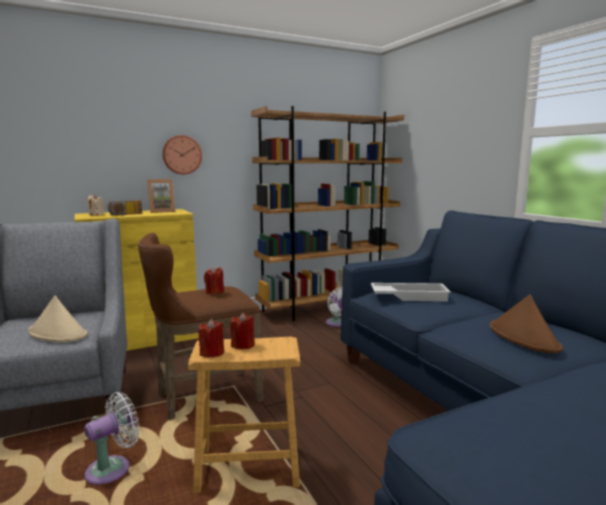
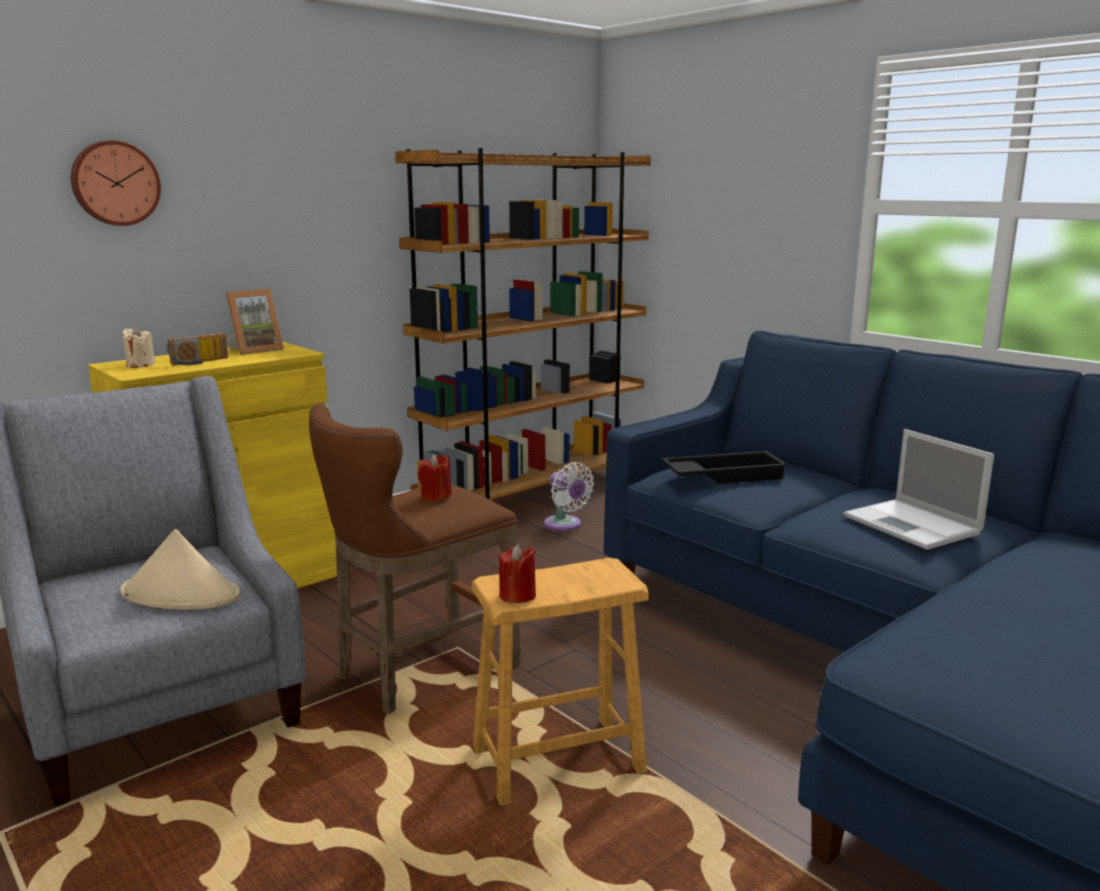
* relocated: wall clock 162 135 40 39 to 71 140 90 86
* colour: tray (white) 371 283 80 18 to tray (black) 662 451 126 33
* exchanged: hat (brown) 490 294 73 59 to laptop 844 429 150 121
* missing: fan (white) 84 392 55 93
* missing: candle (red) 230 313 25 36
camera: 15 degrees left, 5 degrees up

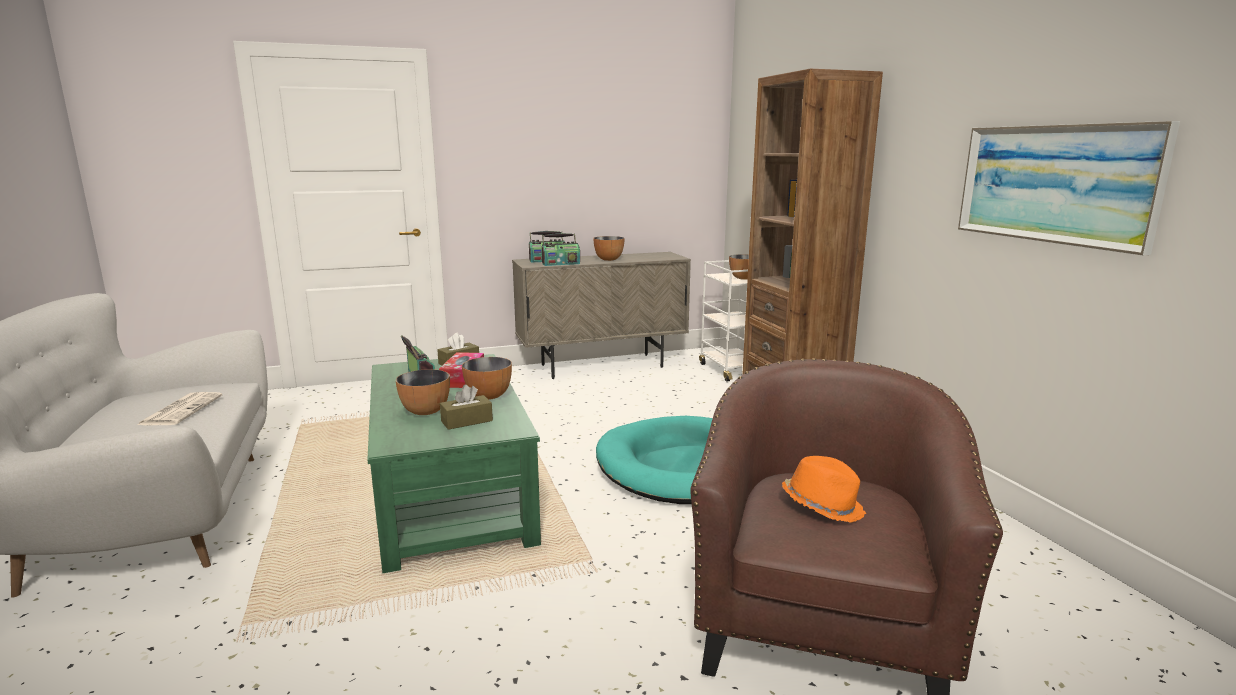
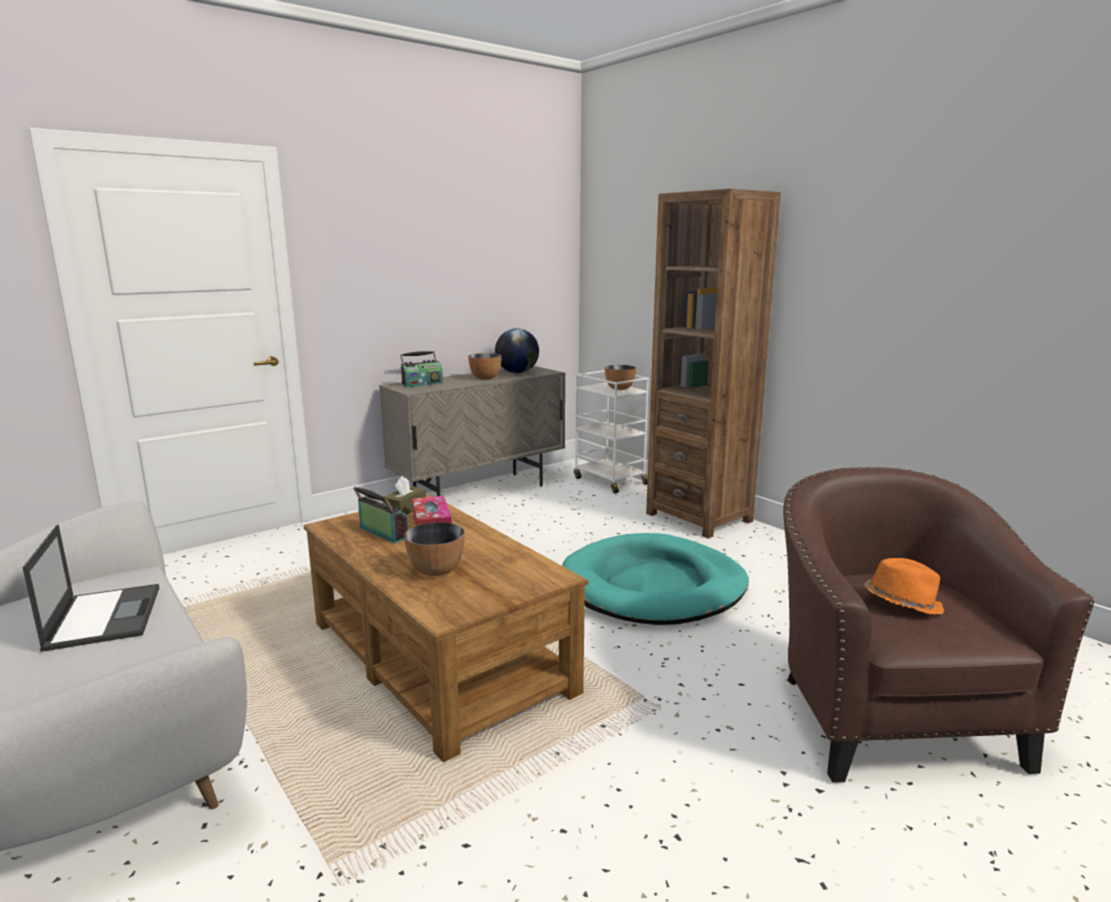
* exchanged: newspaper 138 392 84 33 to laptop 23 524 136 128
* colour: coffee table (green) 367 354 174 219 to coffee table (brown) 304 495 284 267
* appeared: globe 495 329 44 44
* missing: tissue box (brown) 440 385 53 45
* missing: bowl 462 357 50 43
* missing: radio 542 233 38 33
* missing: picture 958 121 222 134
camera: 20 degrees left, 0 degrees up

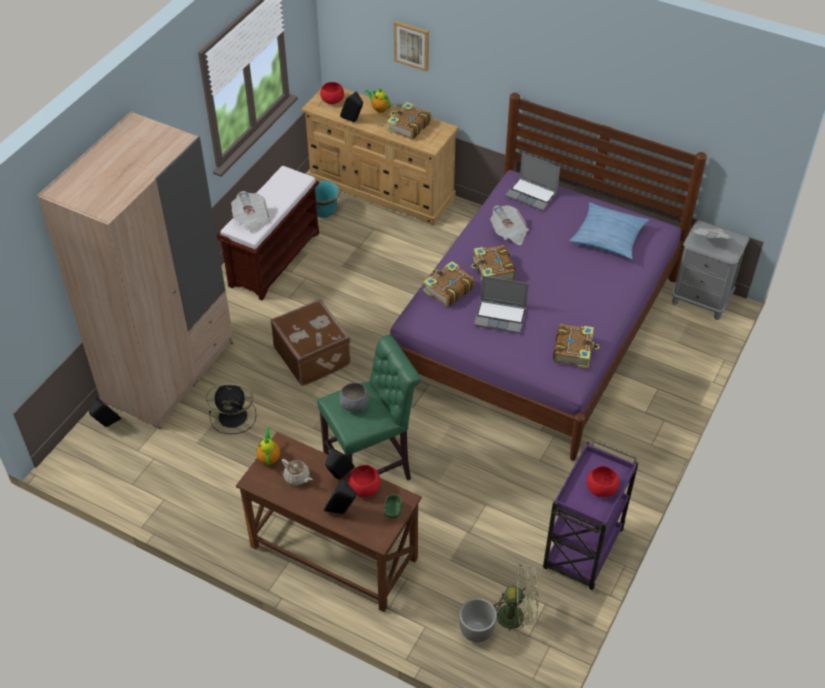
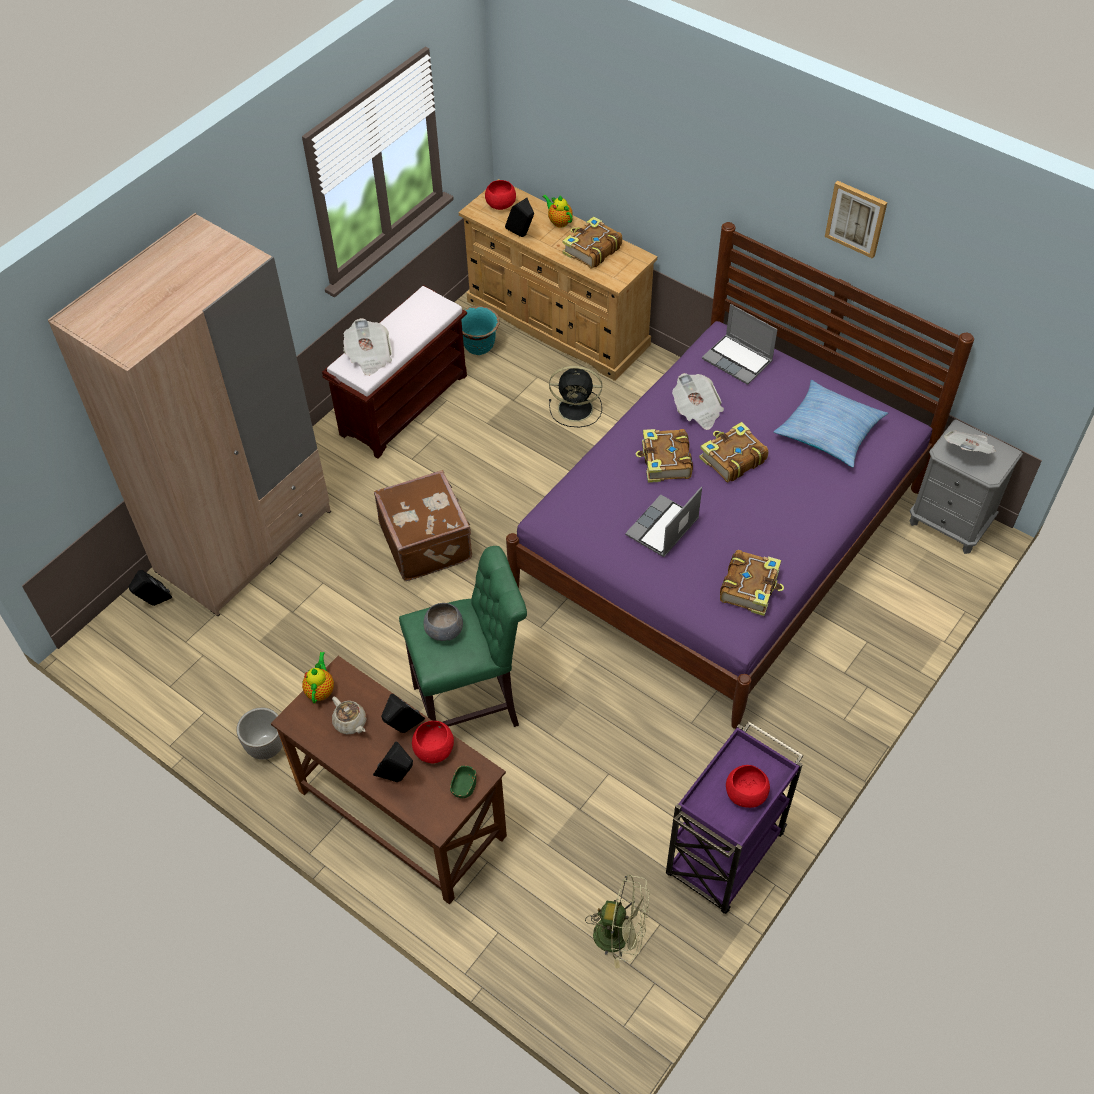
* relocated: planter 459 598 38 44 to 236 707 47 53
* relocated: fan (black) 206 383 50 51 to 549 366 53 61
* spun: laptop 474 276 55 58 = 625 487 77 70 105 degrees clockwise
* relocated: book 423 261 52 46 to 699 422 70 60
* relocated: picture 394 21 35 51 to 825 181 63 77
camera: 10 degrees right, 5 degrees up

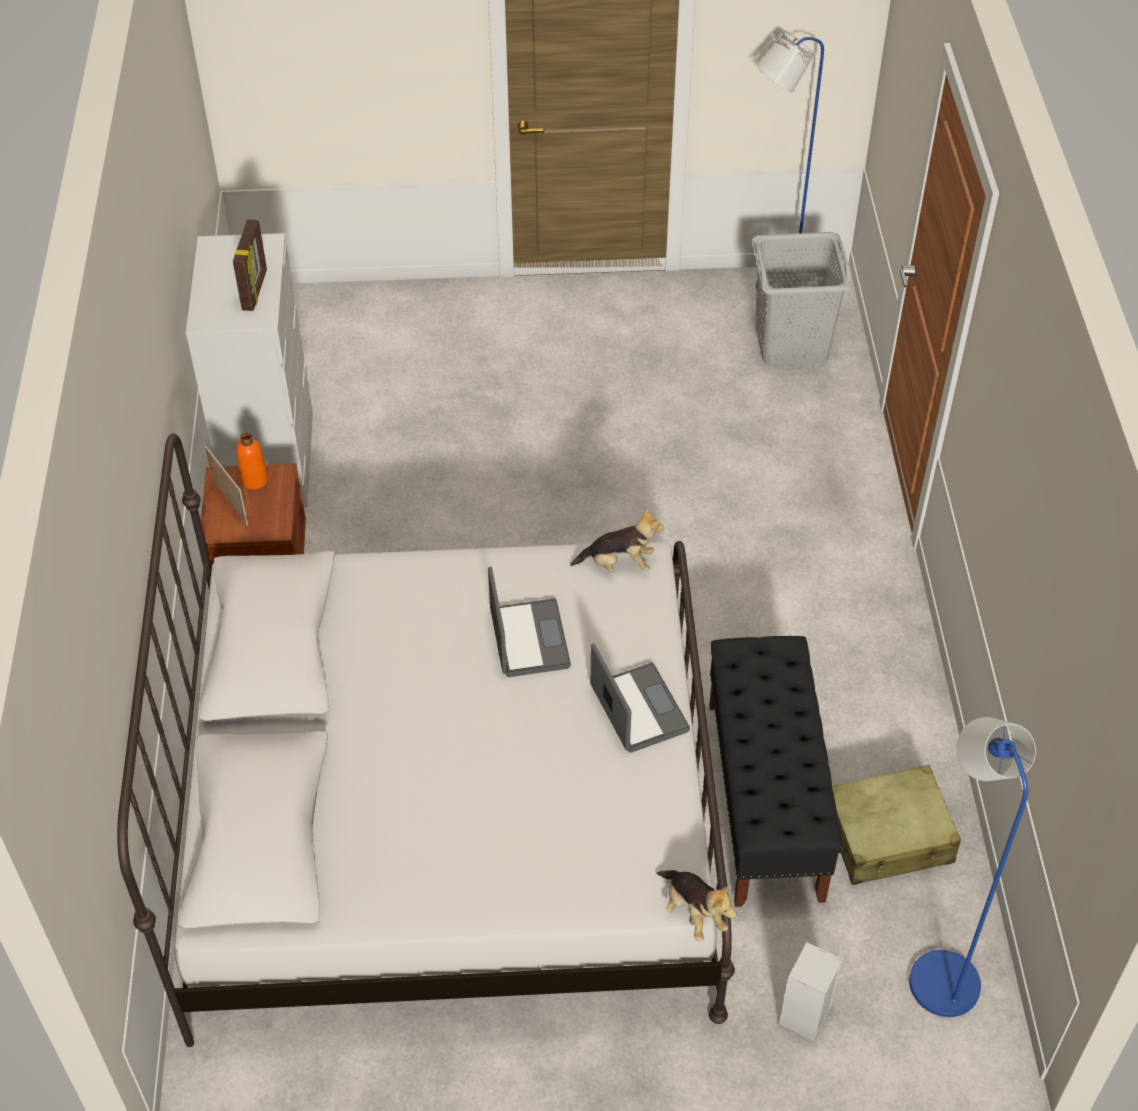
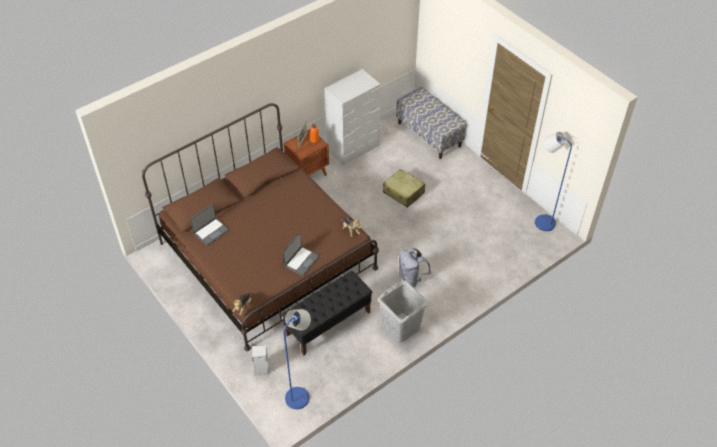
* colour: bed (white) 117 433 618 614 to bed (brown) 142 103 237 248
* relocated: laptop 488 567 83 110 to 190 204 40 42
* relocated: laundry basket (grey) 752 232 101 134 to 378 281 51 62
* relocated: suitcase (beige) 832 765 129 120 to 383 169 42 39
* appeared: bench 396 87 71 72
* appeared: backpack (grey) 399 248 32 39
* missing: picture frame 233 219 34 92
camera: 55 degrees right, 0 degrees up

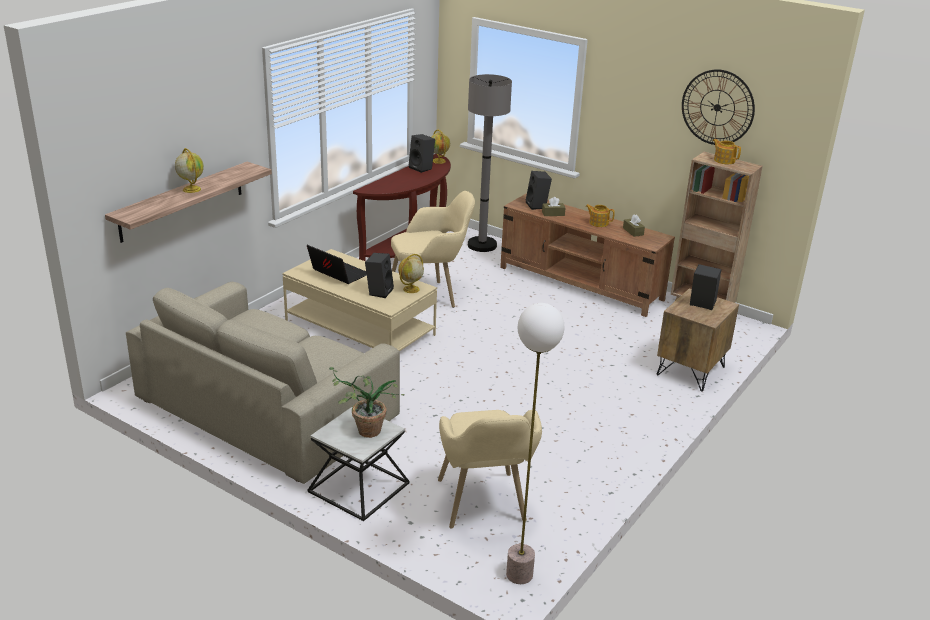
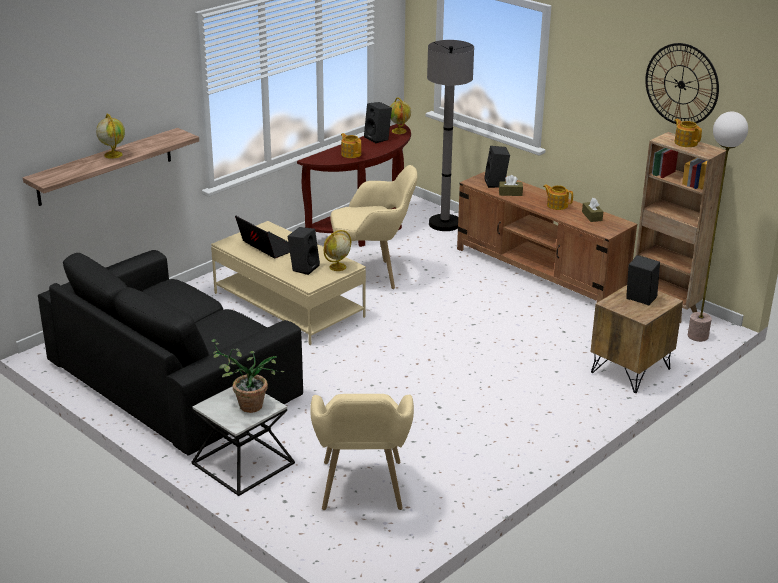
* colour: sofa (beige) 126 282 274 202 to sofa (black) 38 250 265 205
* appeared: teapot 341 133 20 25
* relocated: floor lamp 506 303 58 281 to 688 111 60 231
camera: 10 degrees right, 0 degrees up

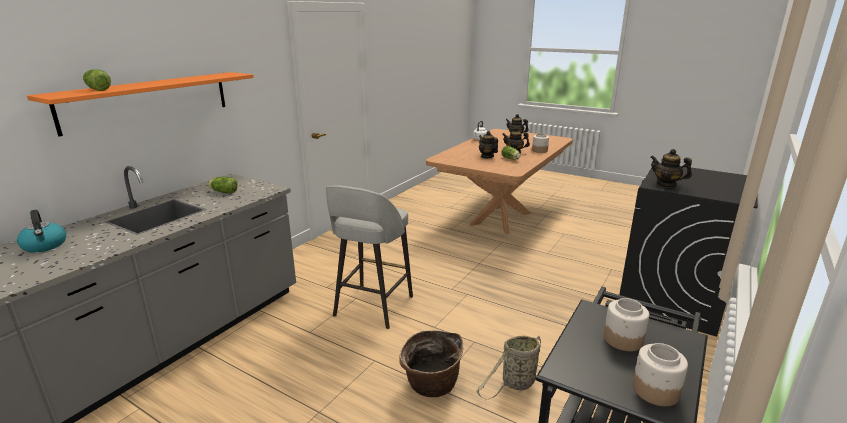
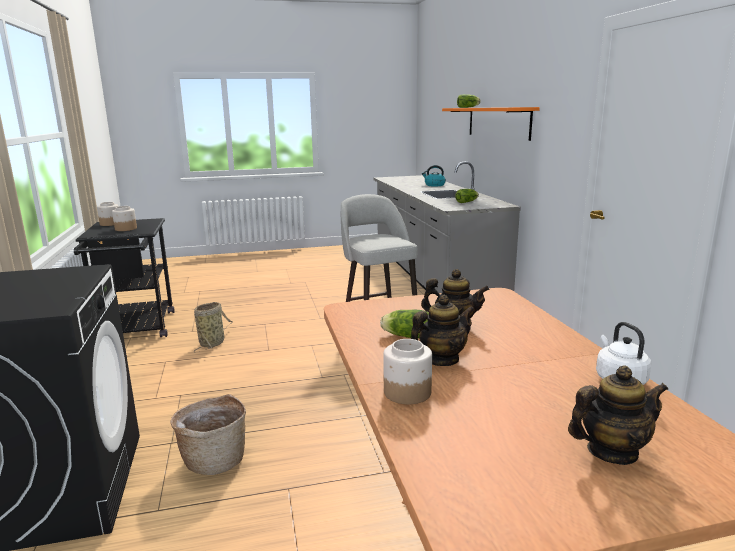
* relocated: basket 399 330 64 67 to 170 394 76 81
* missing: teapot 650 149 42 39
camera: 135 degrees right, 5 degrees down

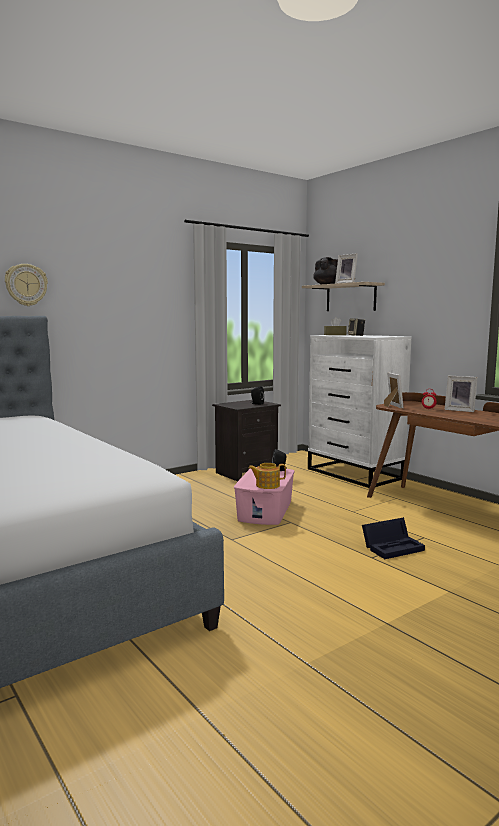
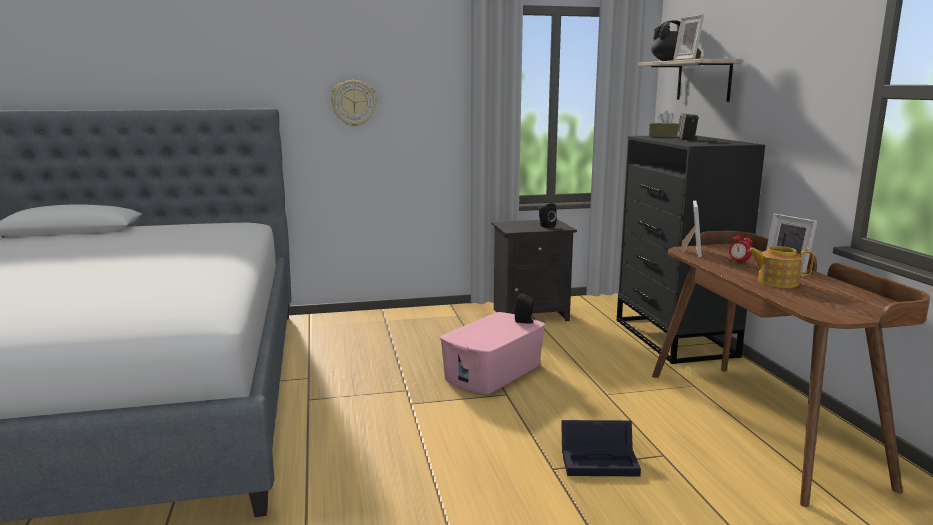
* relocated: wall clock 5 264 43 42 to 331 80 46 47
* colour: dresser (white) 308 334 103 154 to dresser (black) 617 135 148 229
* relocated: teapot 248 463 38 26 to 747 246 67 42
camera: 25 degrees right, 5 degrees up

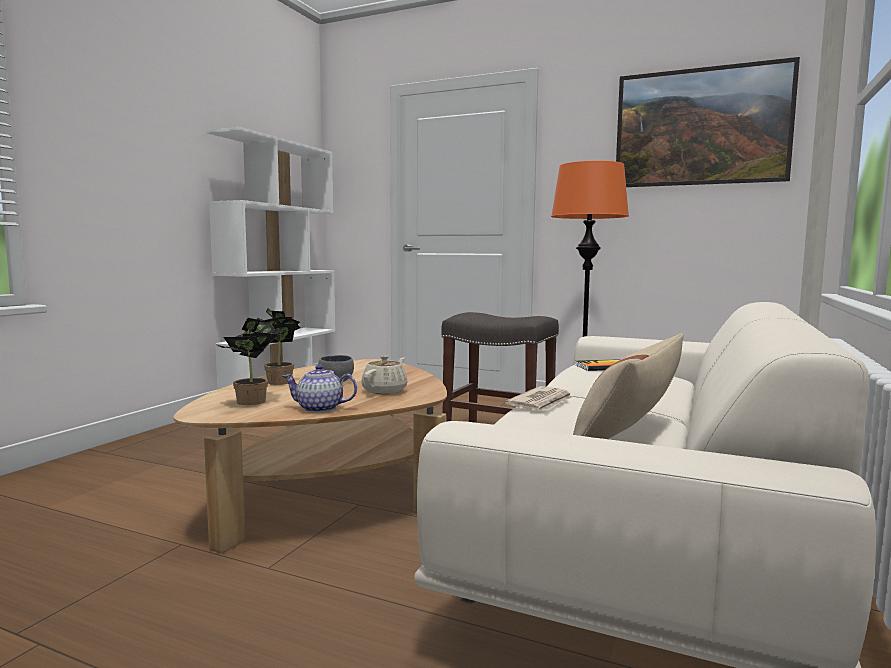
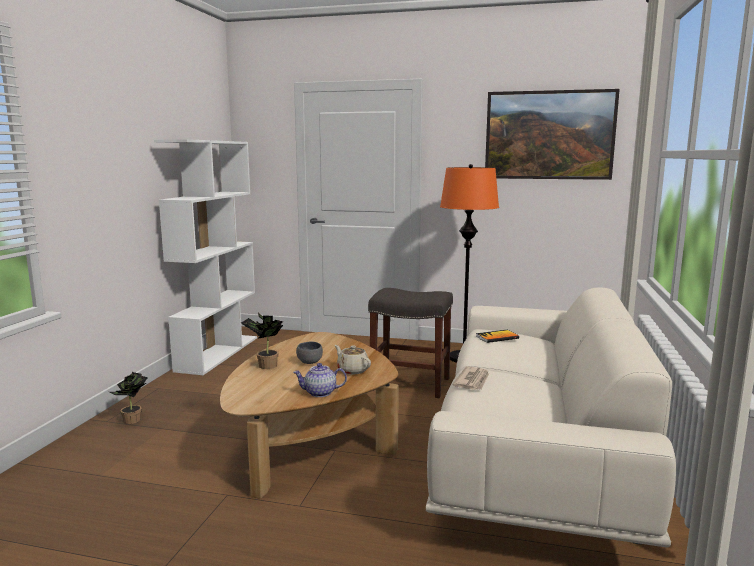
* relocated: potted plant 217 318 65 87 to 110 372 38 52
* spun: teapot (beige) 362 356 46 38 = 335 345 36 30 60 degrees counterclockwise
* missing: pillow (beige) 573 333 111 106
camera: 10 degrees left, 5 degrees up

